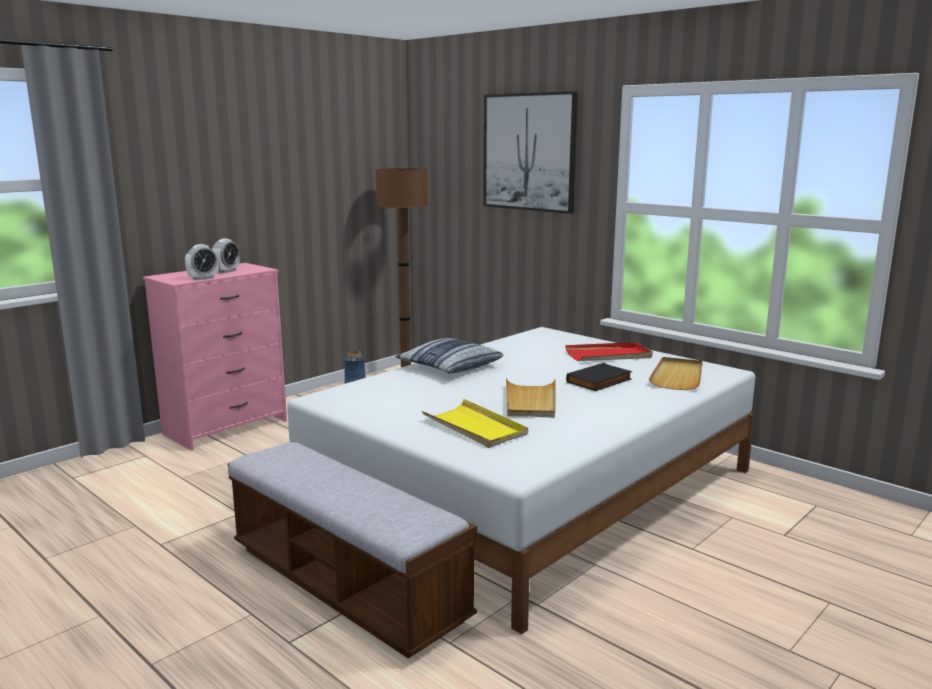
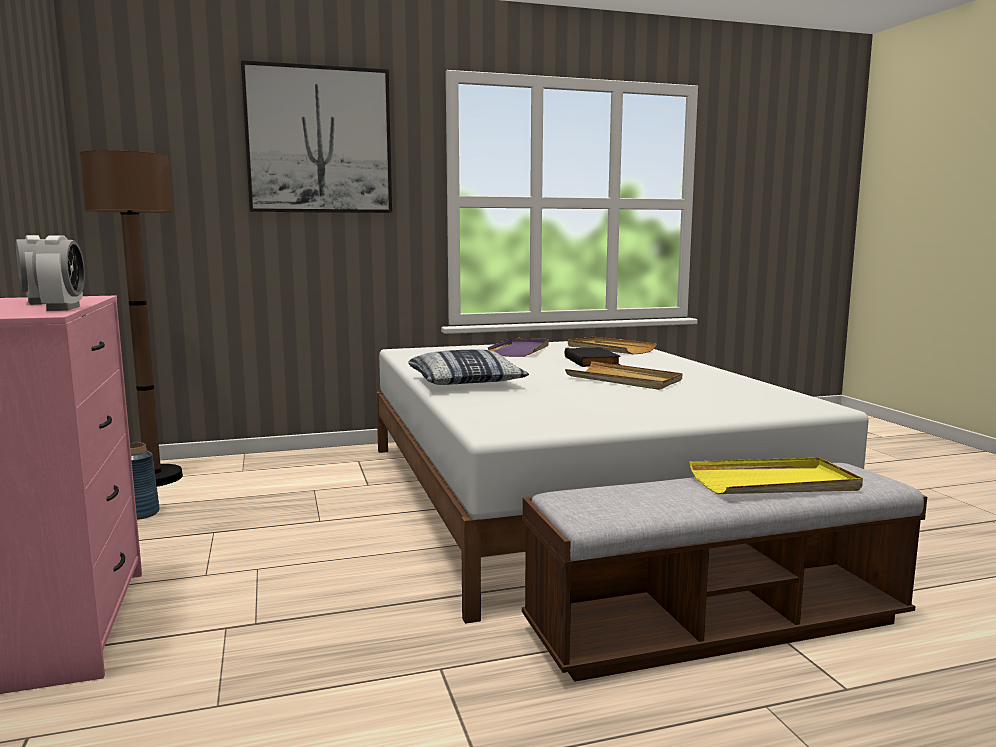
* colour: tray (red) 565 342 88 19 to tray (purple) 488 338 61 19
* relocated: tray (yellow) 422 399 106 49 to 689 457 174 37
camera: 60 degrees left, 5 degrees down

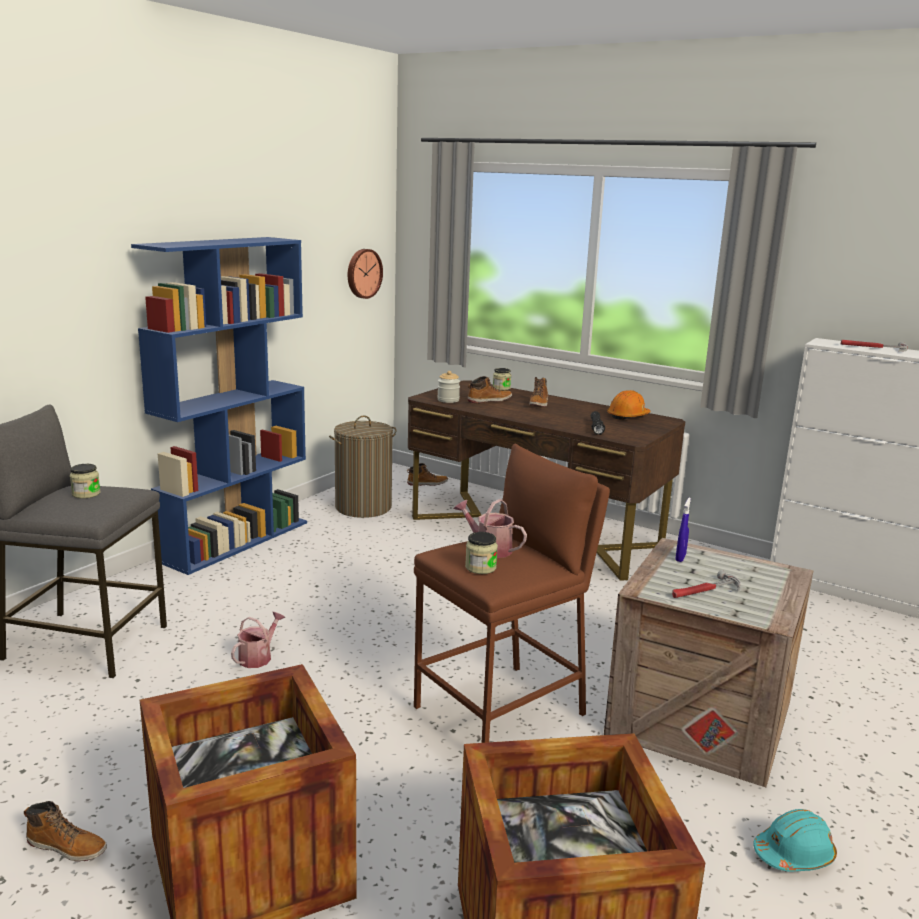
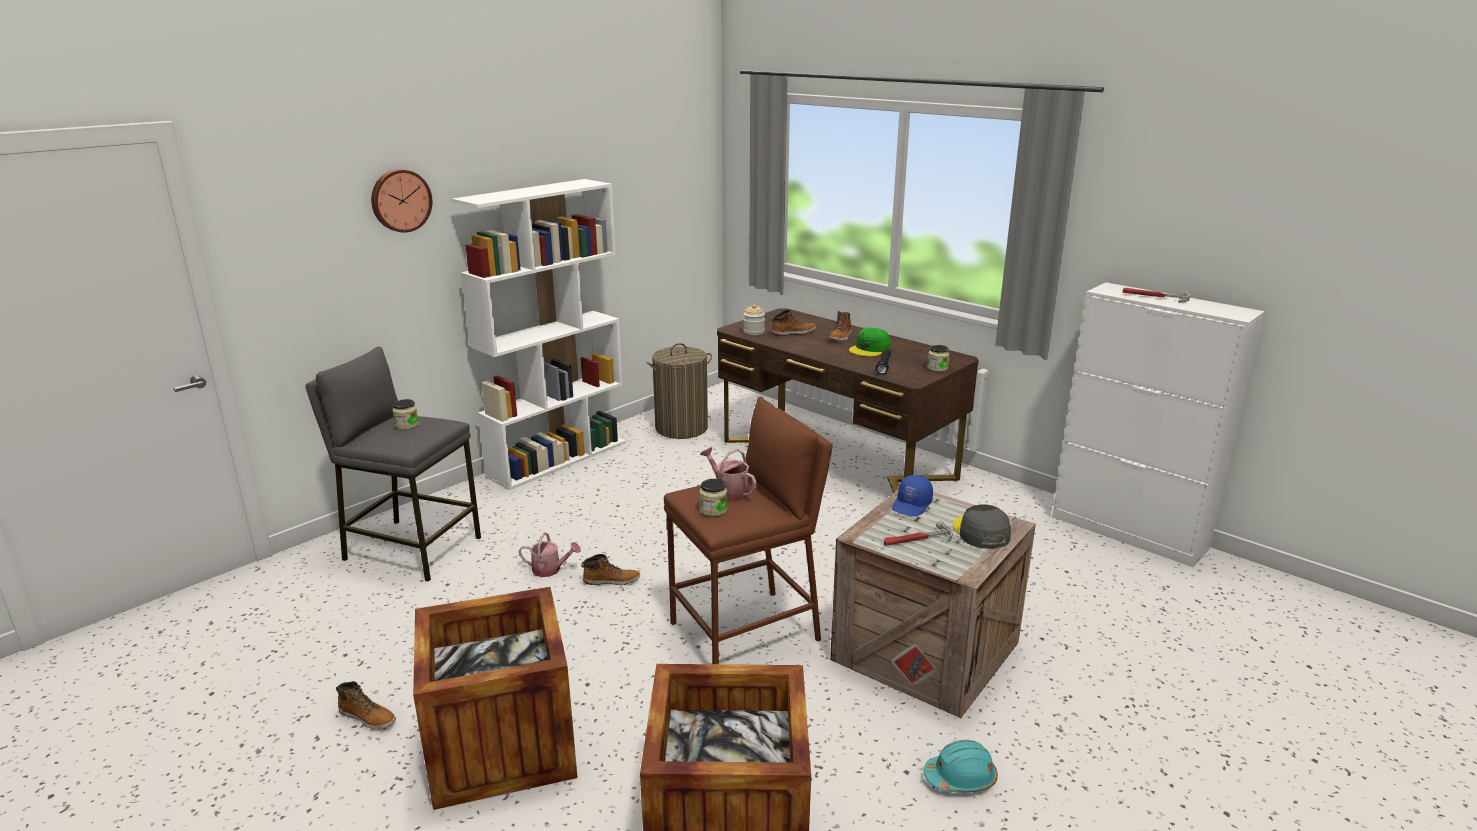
* relocated: wall clock 348 249 35 50 to 371 169 61 64
* colour: bookcase (blue) 131 237 176 338 to bookcase (white) 452 179 174 311
* spun: watering can 231 612 54 56 = 519 533 62 44 60 degrees clockwise
* relocated: boot 407 463 41 23 to 581 554 59 31
* appeared: cap (green) 849 327 42 29
* exchanged: spray bottle (blue) 675 498 16 64 to cap (blue) 892 475 41 41
* relocated: jar 493 368 18 23 to 927 345 23 27
* appeared: cap (grey) 953 505 58 43
* missing: hard hat (orange) 607 390 44 30
camera: 10 degrees right, 5 degrees up

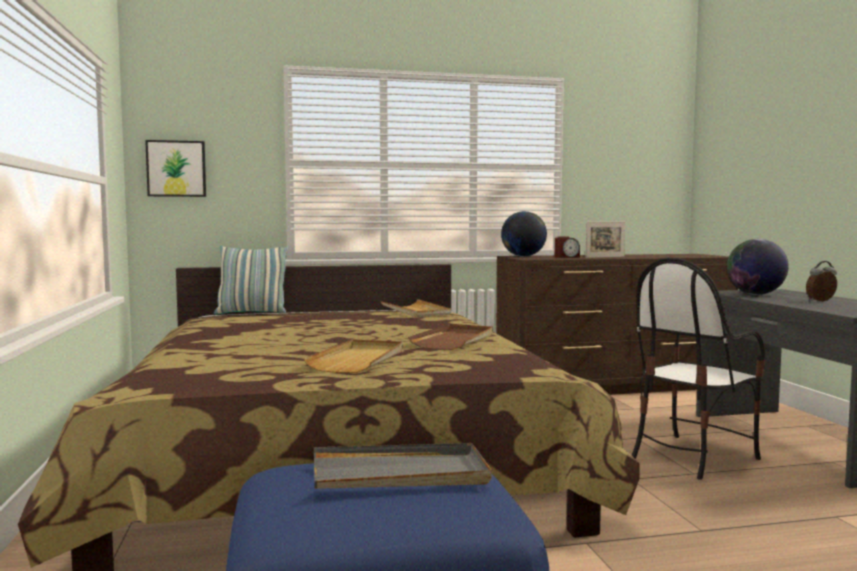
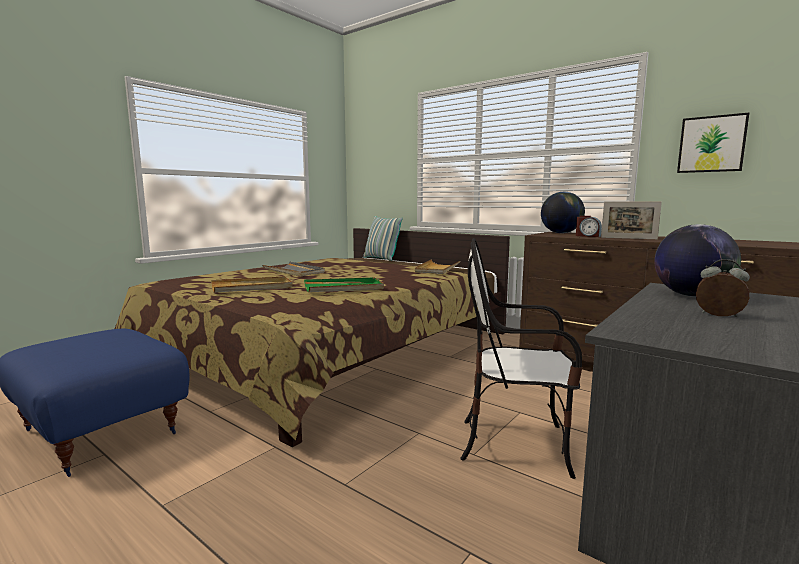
* relocated: tray (grey) 314 443 177 46 to 262 261 63 16
* colour: tray (brown) 408 324 85 26 to tray (green) 304 277 80 15
* relocated: picture 145 140 61 57 to 677 113 73 60
camera: 50 degrees right, 5 degrees up

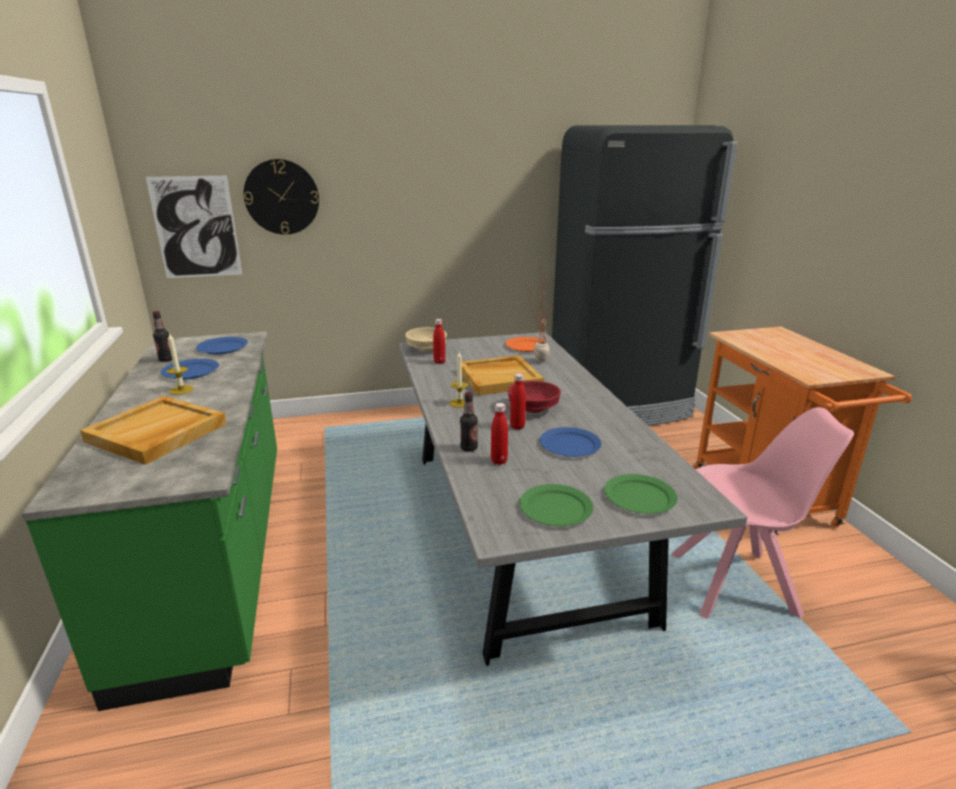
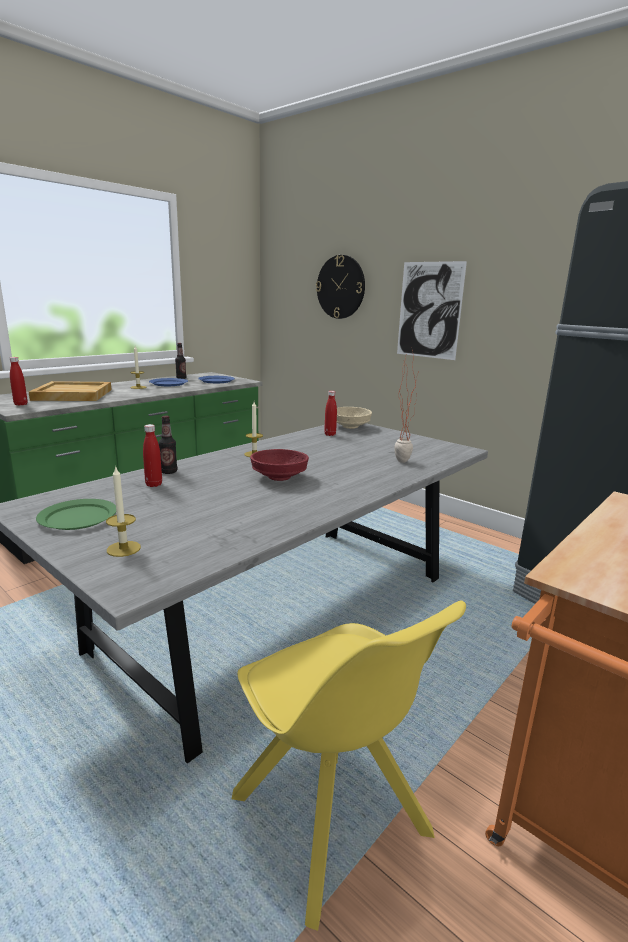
* relocated: bottle (red) 510 373 16 56 to 10 357 18 49
* exchanged: plate (green) 604 474 74 40 to candle 106 467 35 90
* colour: chair (pink) 671 407 183 212 to chair (yellow) 232 600 234 331
* relocated: picture 146 176 96 102 to 397 261 70 99
* missing: tray (beige) 462 355 82 41
* missing: plate (orange) 505 337 42 15
* missing: plate (blue) 540 427 61 30
camera: 55 degrees right, 5 degrees down

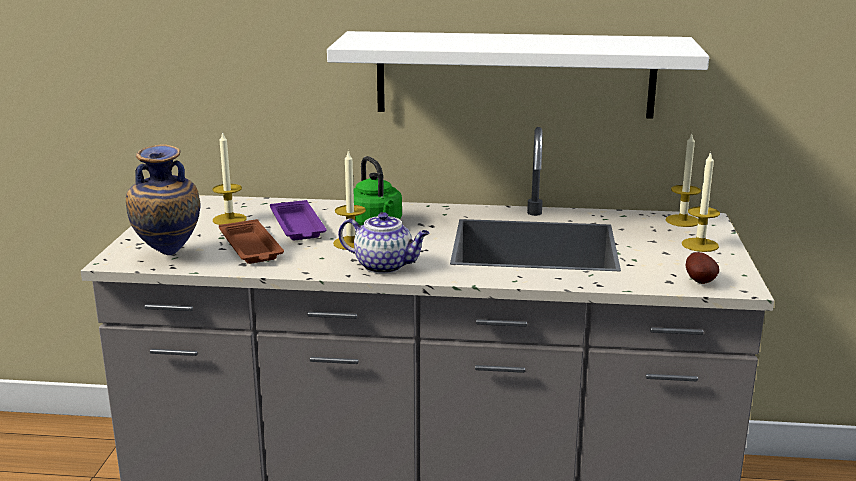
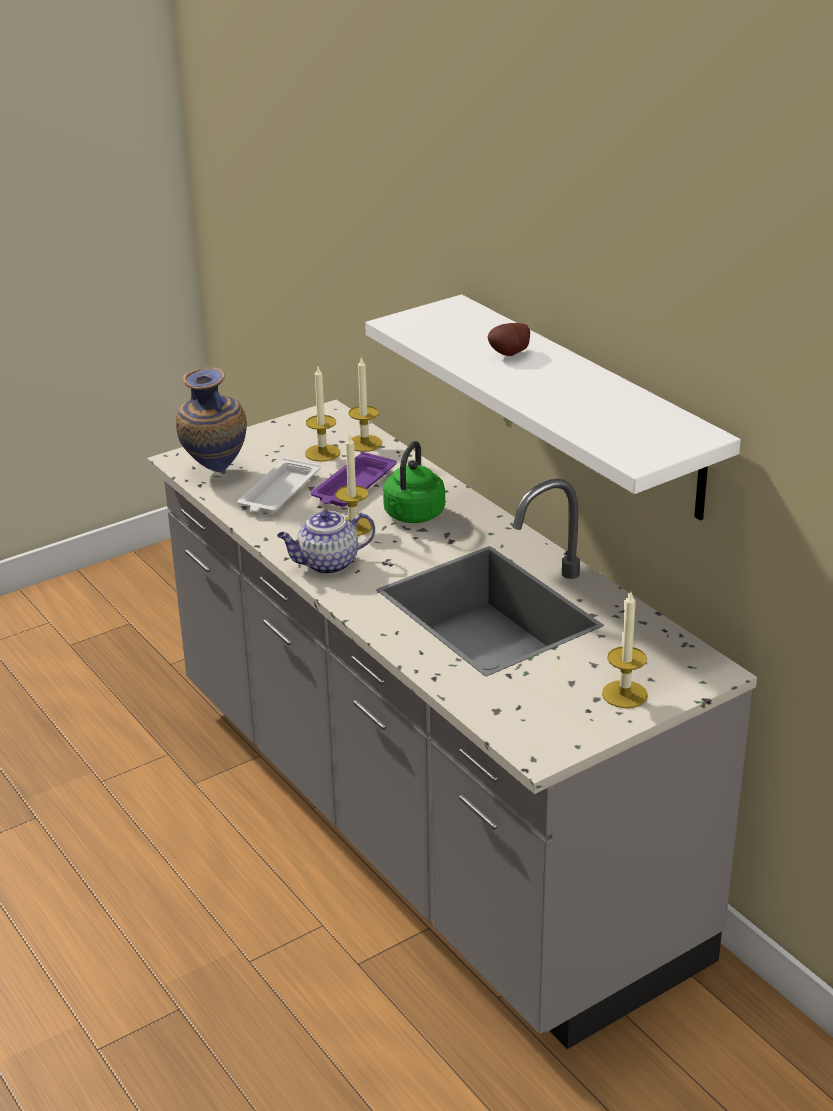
* colour: tray (brown) 219 219 65 45 to tray (white) 238 458 82 56
* spun: teapot 338 212 92 62 = 277 510 98 65 90 degrees clockwise
* relocated: candle 666 134 35 93 to 349 356 33 96
* relocated: potato 686 252 33 32 to 488 323 42 33
camera: 50 degrees right, 10 degrees up

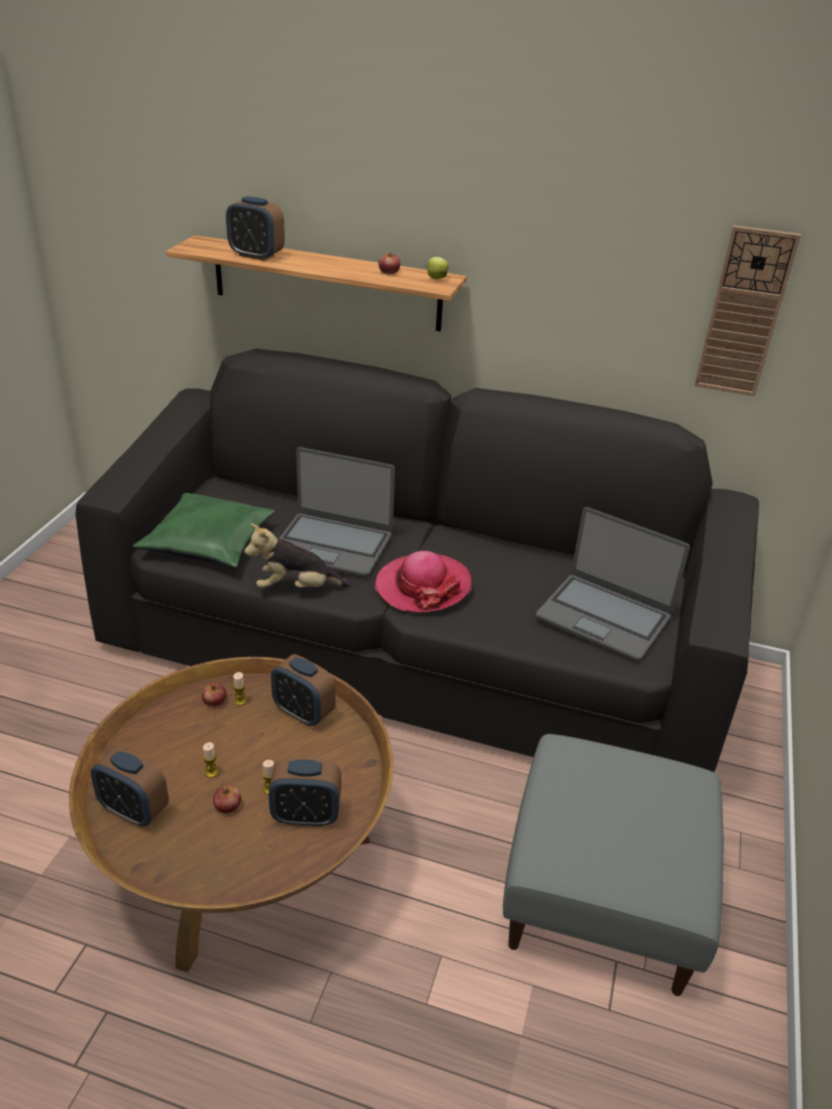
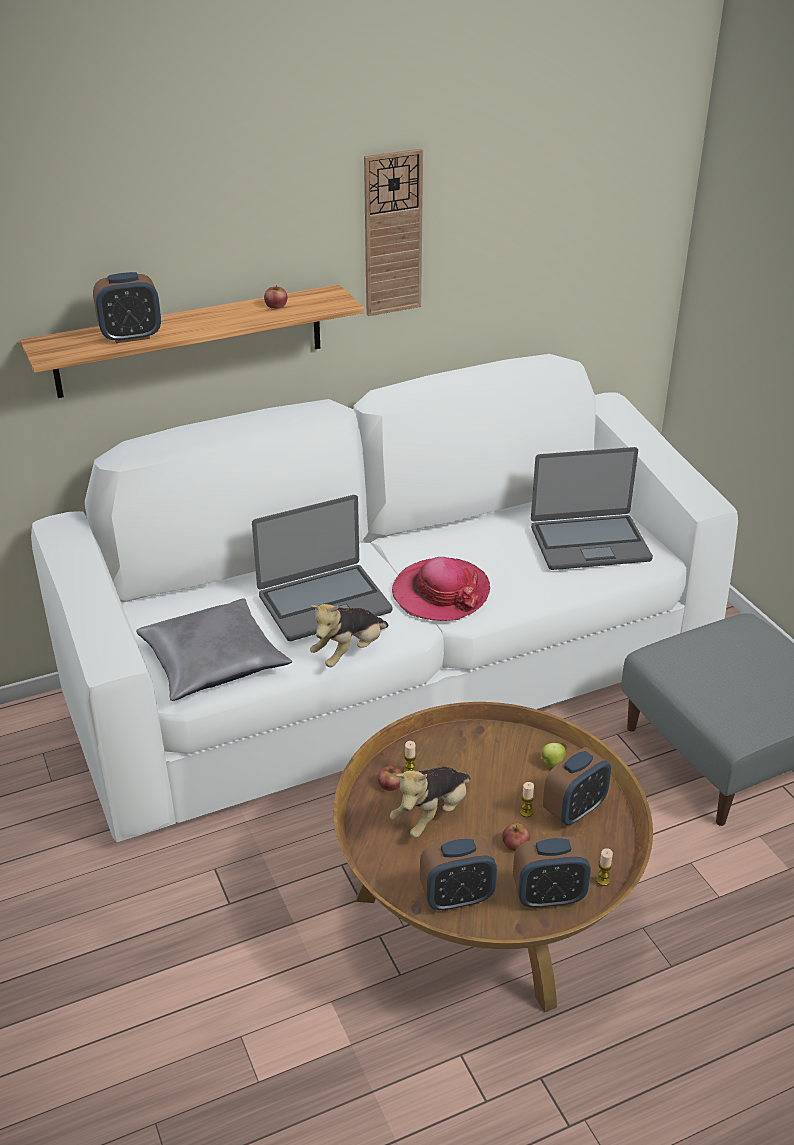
* colour: sofa (black) 75 349 684 423 to sofa (white) 31 354 707 488
* colour: pillow (green) 133 493 142 75 to pillow (grey) 136 598 156 103
* relocated: wall clock 695 225 106 171 to 364 148 59 168
* appeared: plush toy 390 767 81 71
* relocated: alarm clock 271 654 65 72 to 513 836 78 73
* relocated: apple 426 257 23 22 to 540 743 26 25
* relocated: candle 203 742 15 36 to 596 848 17 38
camera: 40 degrees left, 0 degrees up

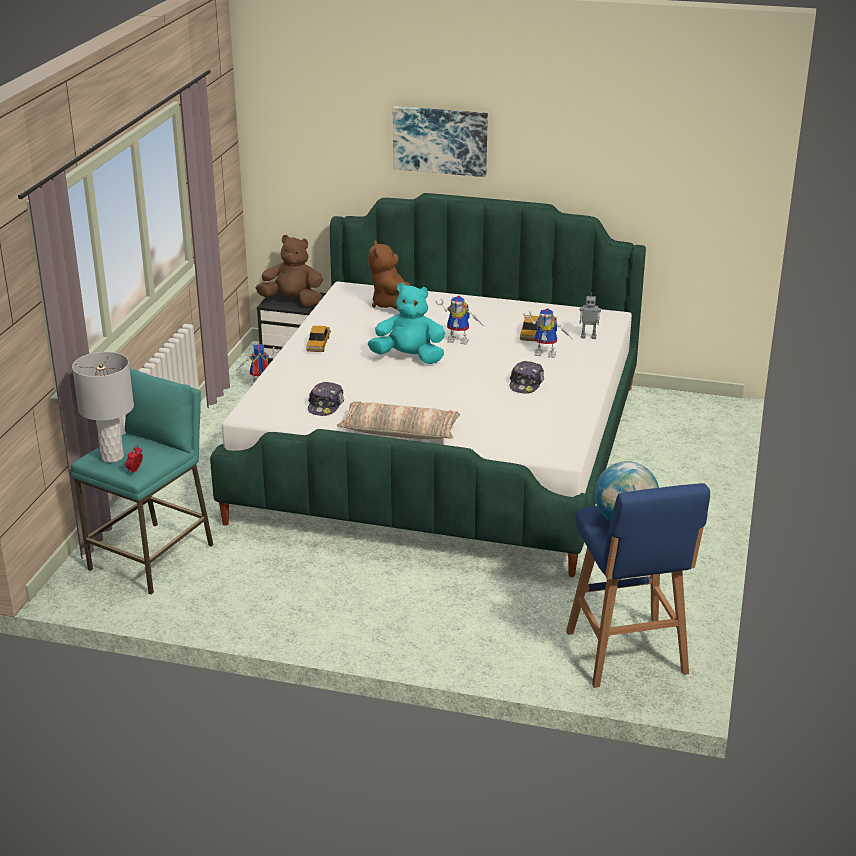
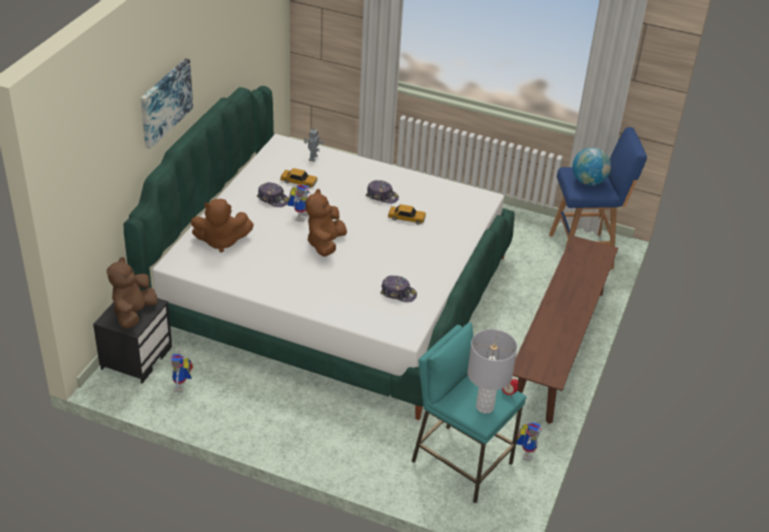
* appeared: cap 257 182 32 25
* colour: plush toy (turquoise) 368 283 77 81 to plush toy (brown) 306 189 41 68
* relocated: toy car 306 326 25 26 to 388 204 38 21
* appeared: bench (brown) 513 235 105 189
* relocated: toy robot 524 308 47 50 to 516 422 26 39
* missing: pillow 337 401 123 38
camera: 85 degrees left, 10 degrees up

